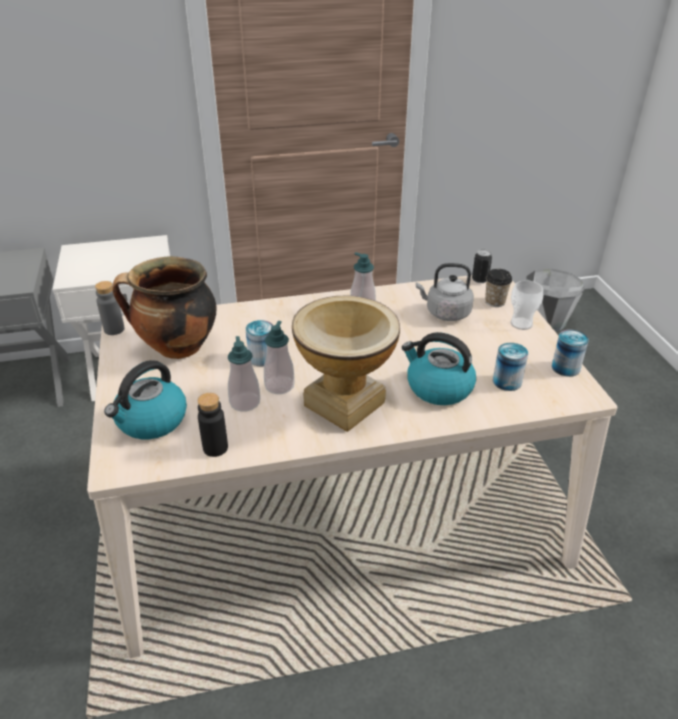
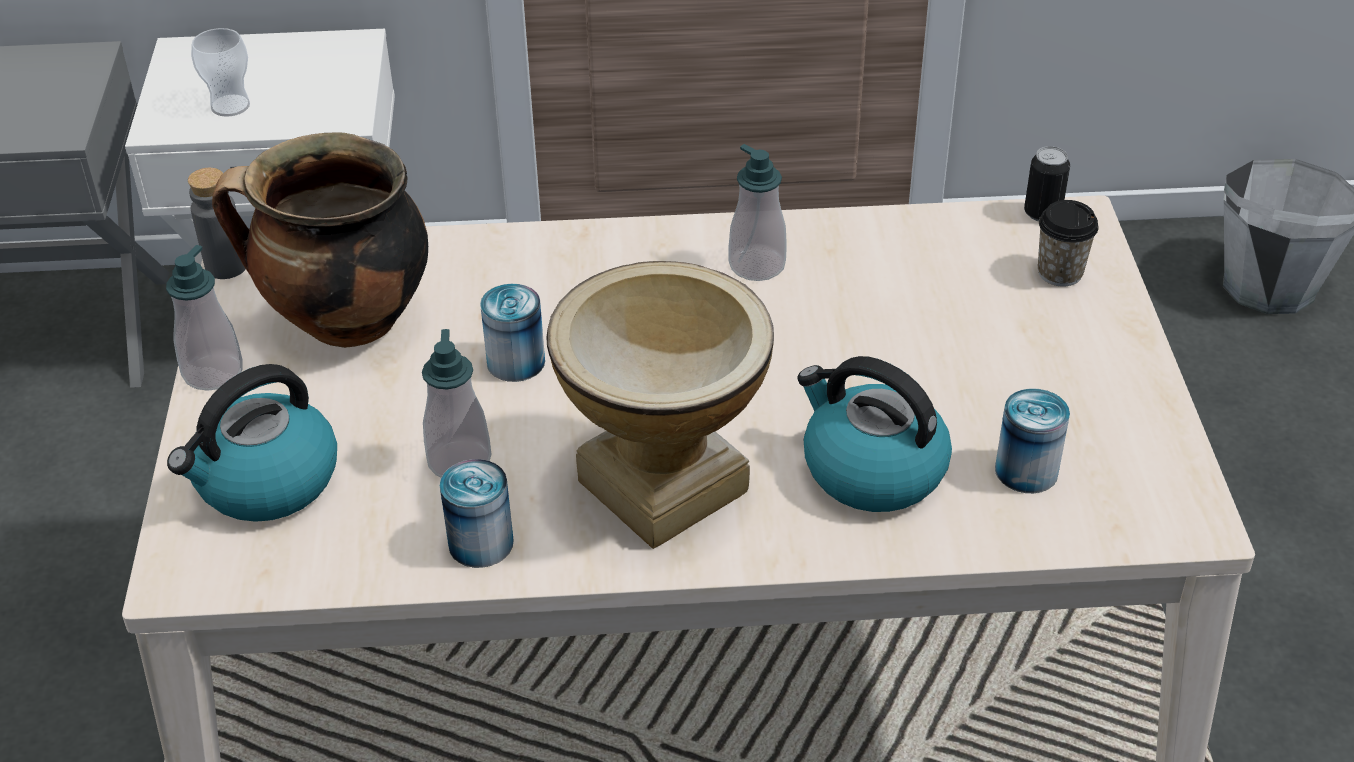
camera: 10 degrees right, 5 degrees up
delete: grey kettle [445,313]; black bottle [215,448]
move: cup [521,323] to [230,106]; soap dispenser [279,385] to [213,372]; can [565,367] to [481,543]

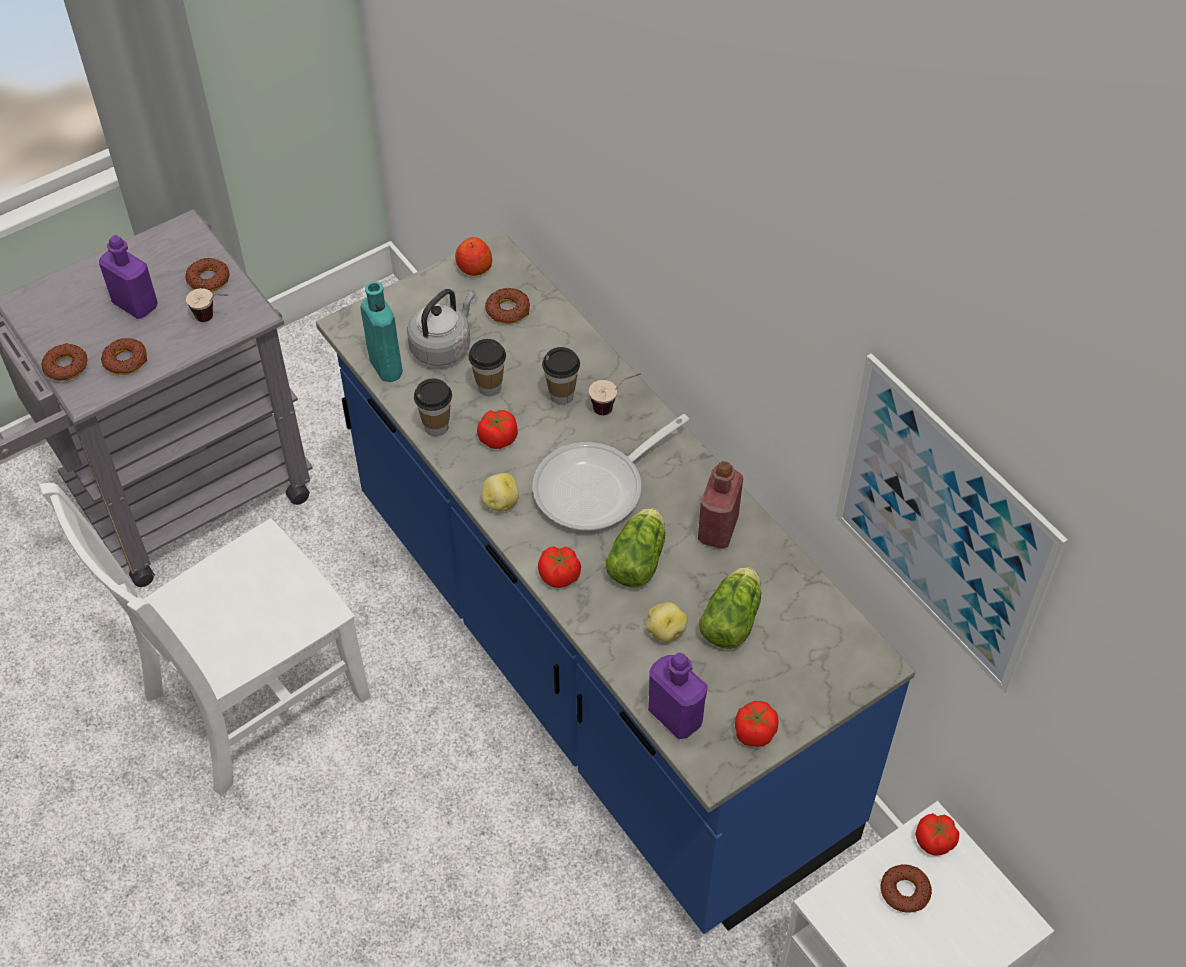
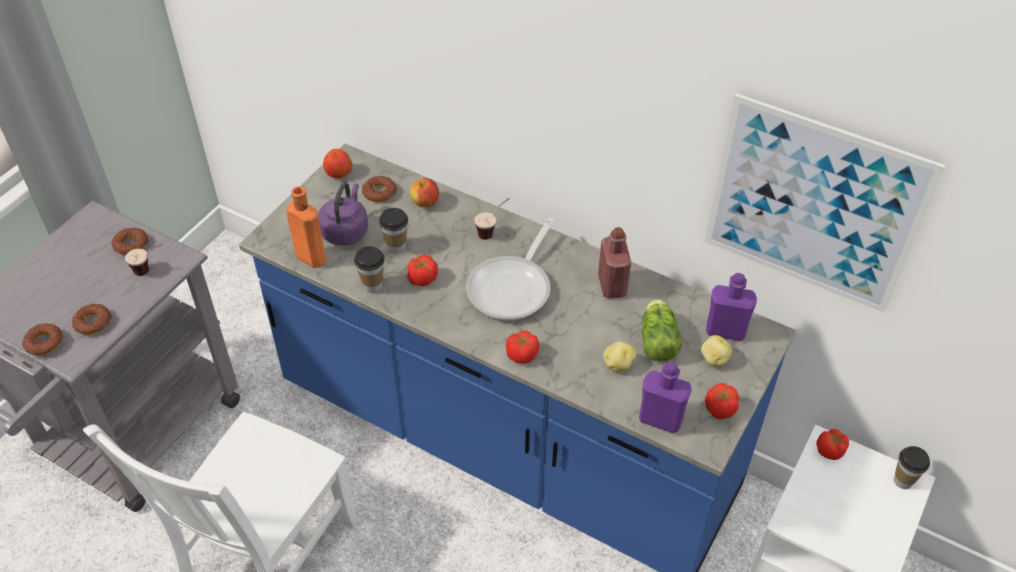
camera: 25 degrees left, 5 degrees down
delete: lettuce [639,558]; donut [905,891]
insert: apple [425,203]
move: purple bottle [135,304] to [725,331]; cup [561,395] to [903,481]; potato [500,502] to [713,359]
recolor: turquoise bottle [384,365] to orange bottle [309,257]; grey kettle [443,346] to purple kettle [345,230]

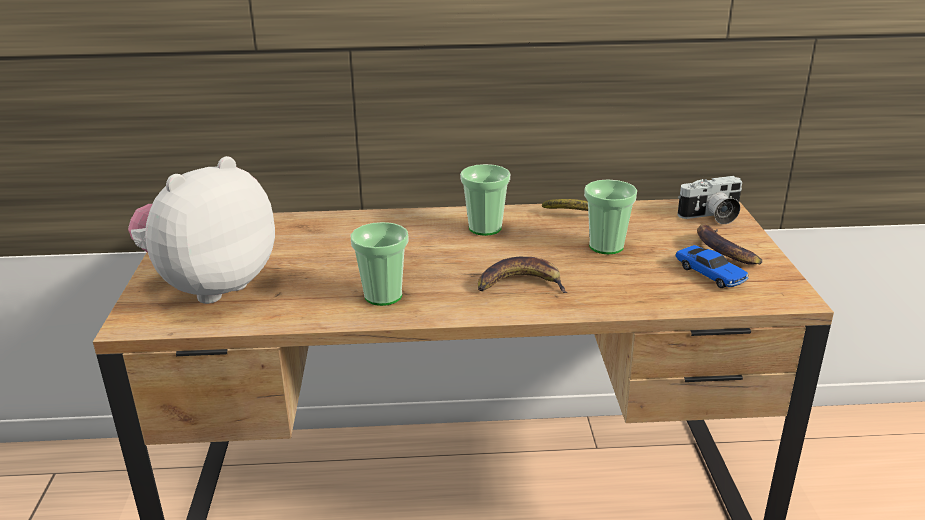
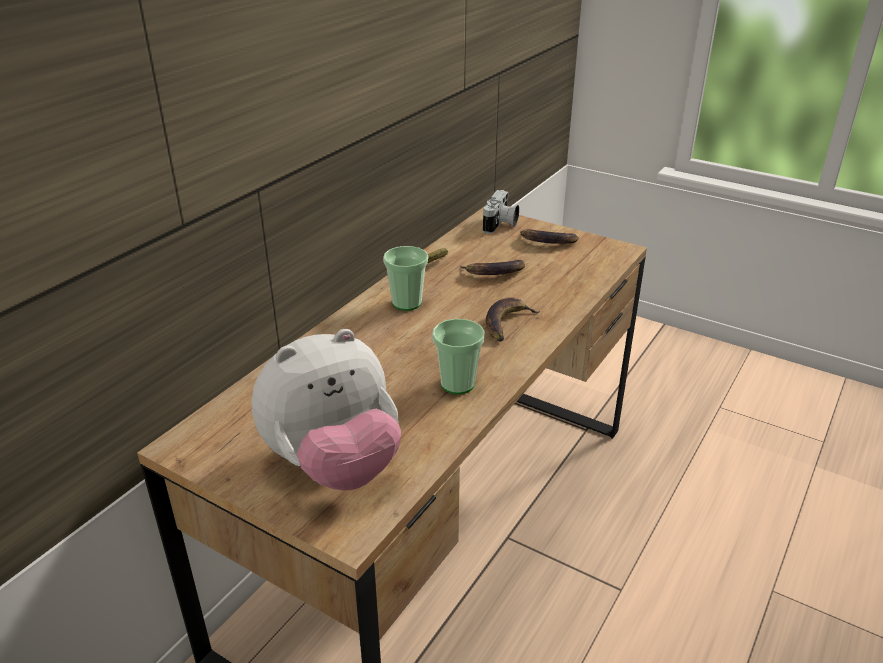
camera: 55 degrees left, 5 degrees up
delete: toy car [710,274]
replace: cup [606,246] to banana [494,273]
rotate: plush toy [211,286] = [334,466] 105 degrees counterclockwise

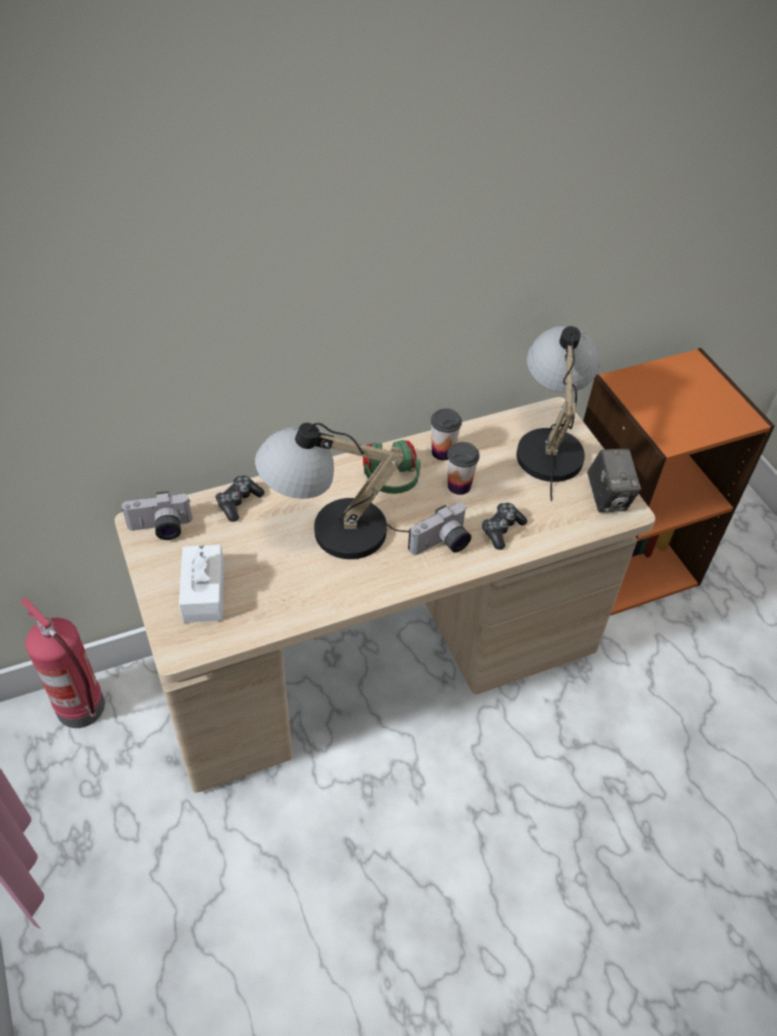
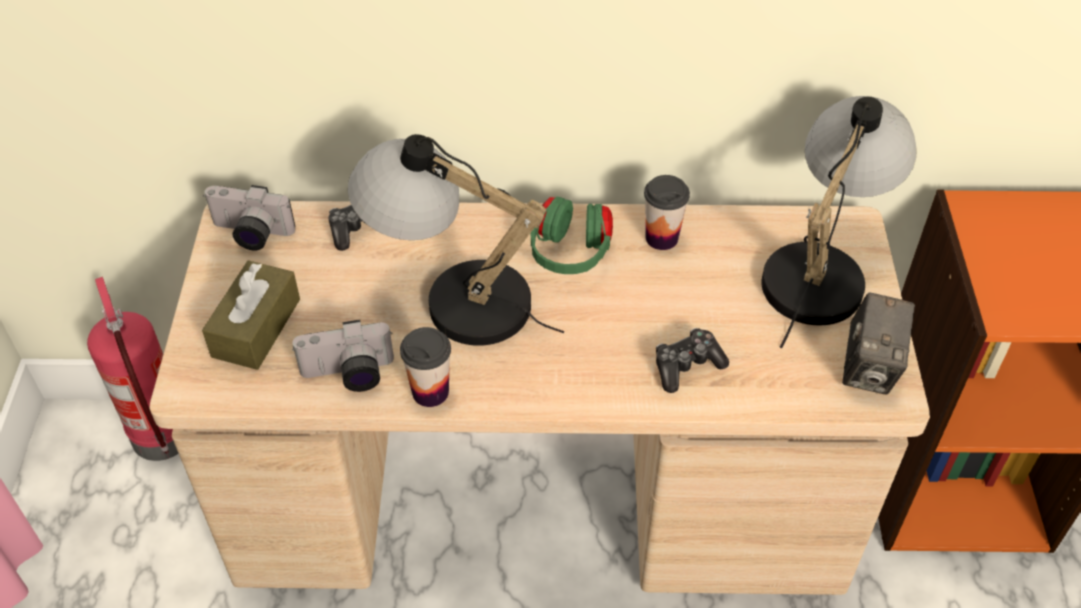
camera: 25 degrees right, 0 degrees up
move: cup [459,486] to [430,392]; photo camera [442,545] to [348,375]
recolor: white tissue box [204,592] to brown tissue box [256,327]

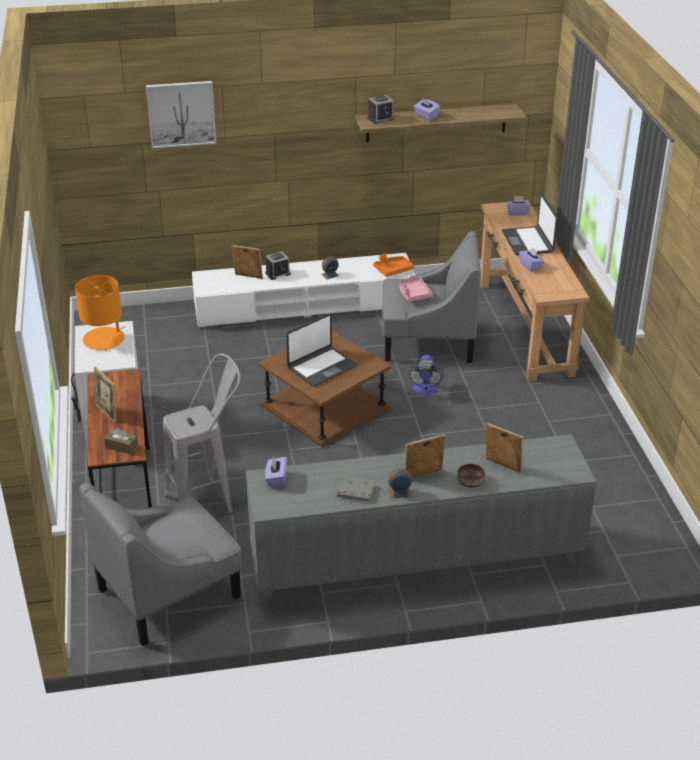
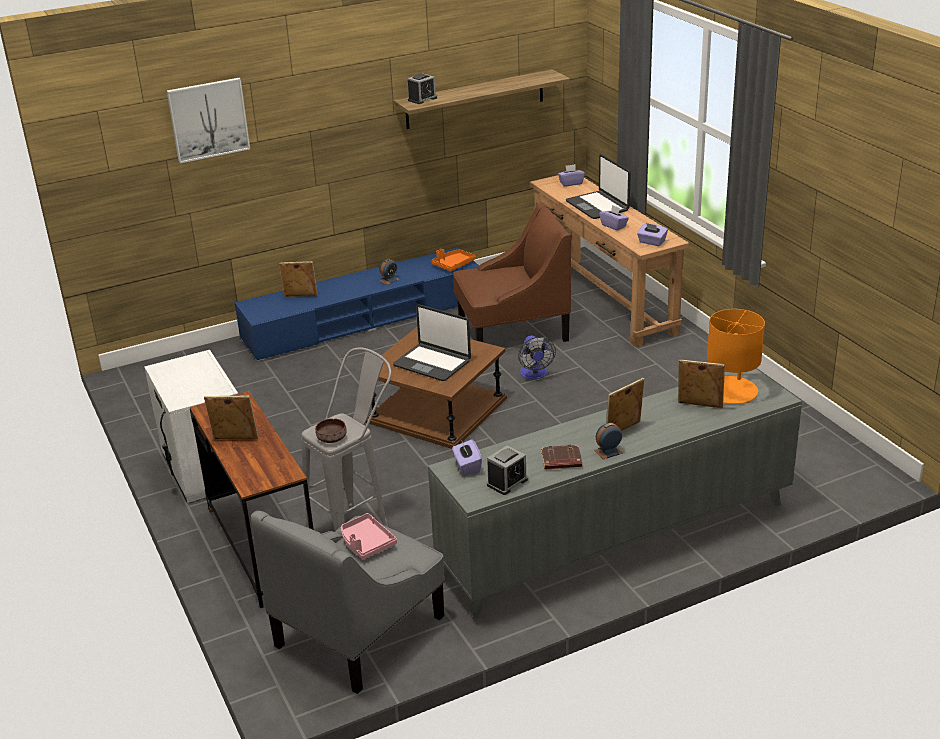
camera: 15 degrees left, 5 degrees down
delete: brown tissue box [121,446]
move: purple tissue box [426,116] to [651,242]; alarm clock [278,274] to [507,482]; orange table lamp [104,339] to [731,391]; pink tray [414,294] to [366,543]; brown bowl [470,482] to [331,438]
recolor: grey armchair [428,341] to brown armchair [512,330]; white tv stand [305,305] to blue tv stand [364,320]; grey book [355,492] to brown book [561,461]
rotate: laptop [321,367] = [432,363] 90 degrees clockwise; picture frame [107,412] = [235,440] 150 degrees clockwise

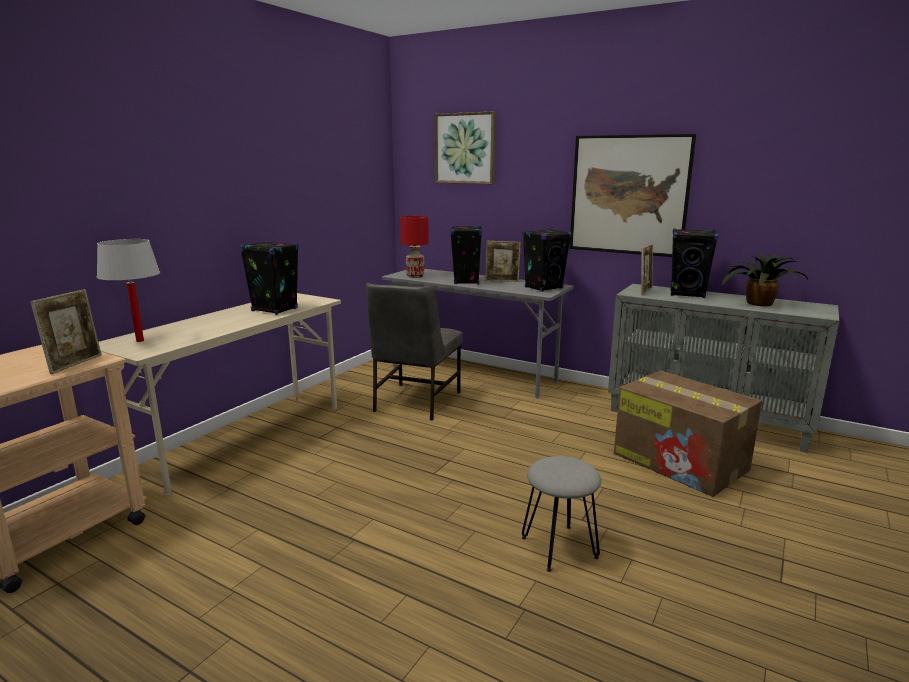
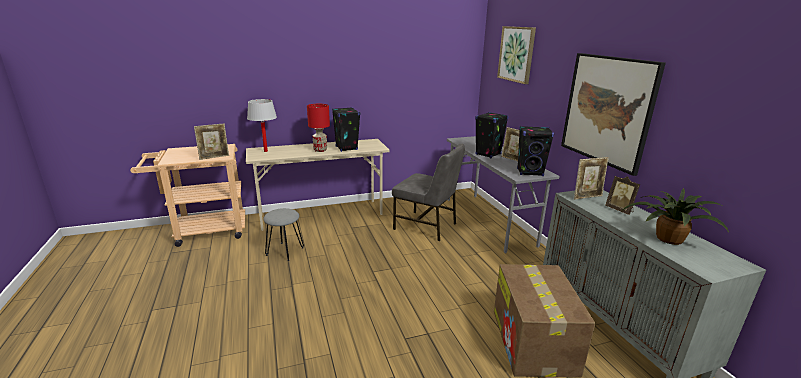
camera: 40 degrees right, 5 degrees up
move: red table lamp [415,276] to [320,150]; grey stool [559,548] to [284,251]
replace: black speaker [687,294] to picture frame [620,210]
rotate: grey chair [415,402] = [426,226] 120 degrees counterclockwise

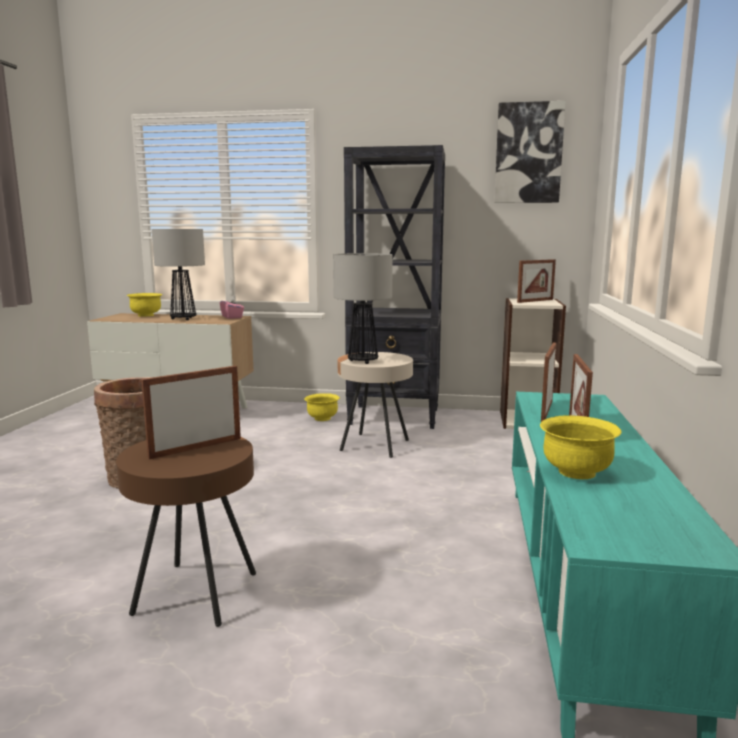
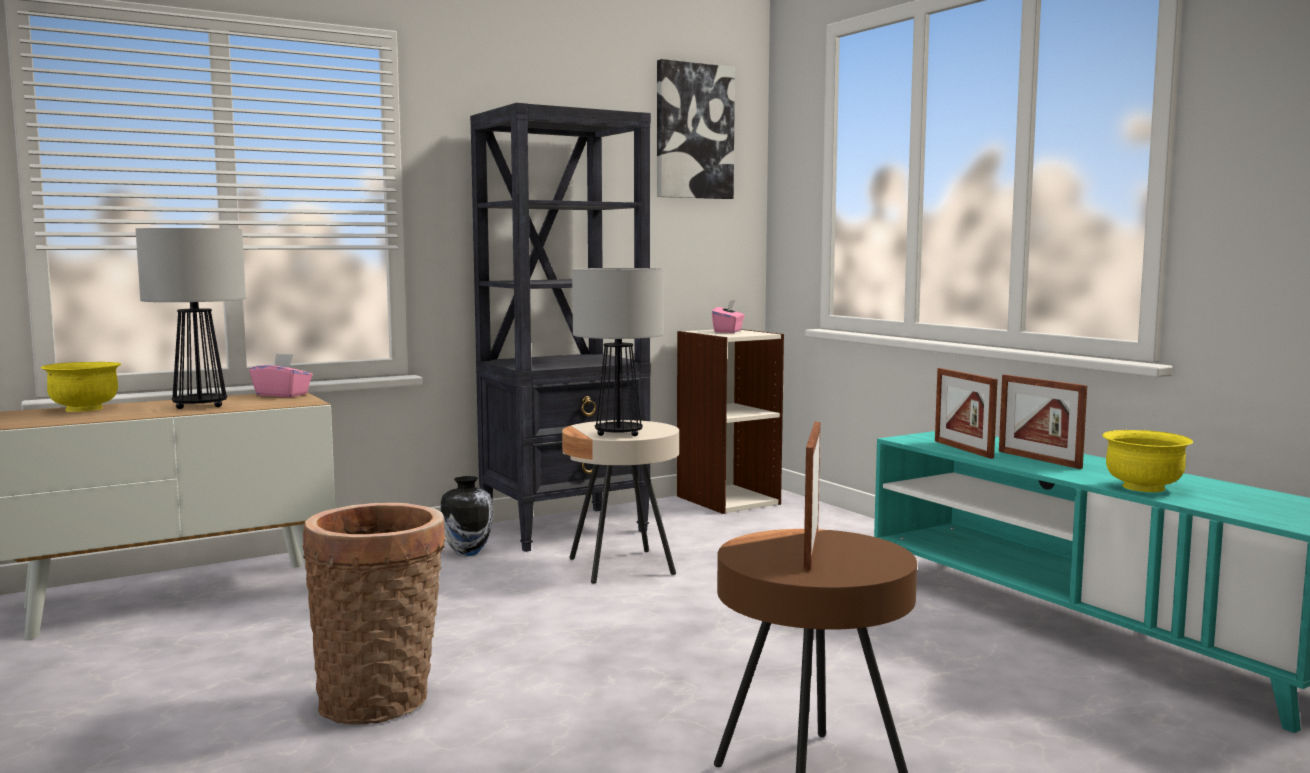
camera: 40 degrees left, 5 degrees down
replace: picture frame [535,301] to pink tissue box [728,331]; yellow bowl [322,418] to vase [468,552]

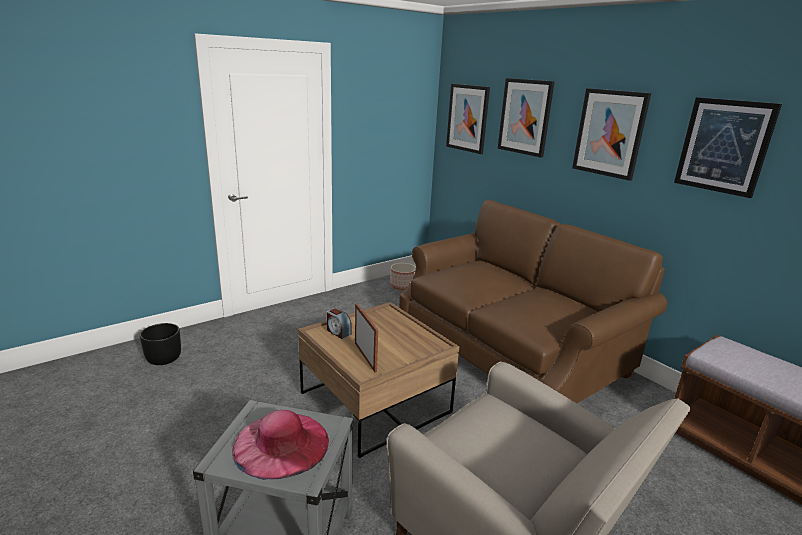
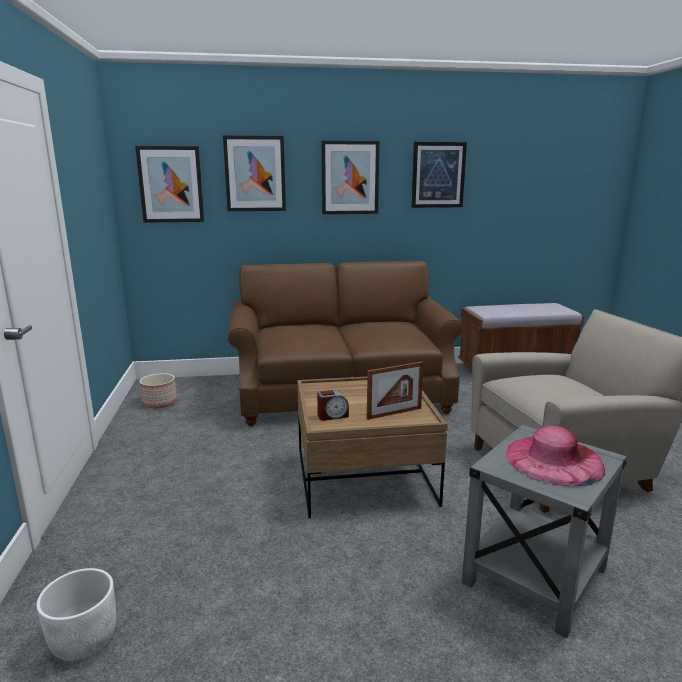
camera: 60 degrees left, 5 degrees down
recolor: black planter [164,359] to white planter [84,640]
rotate: picture frame [365,357] = [394,413] 150 degrees clockwise

